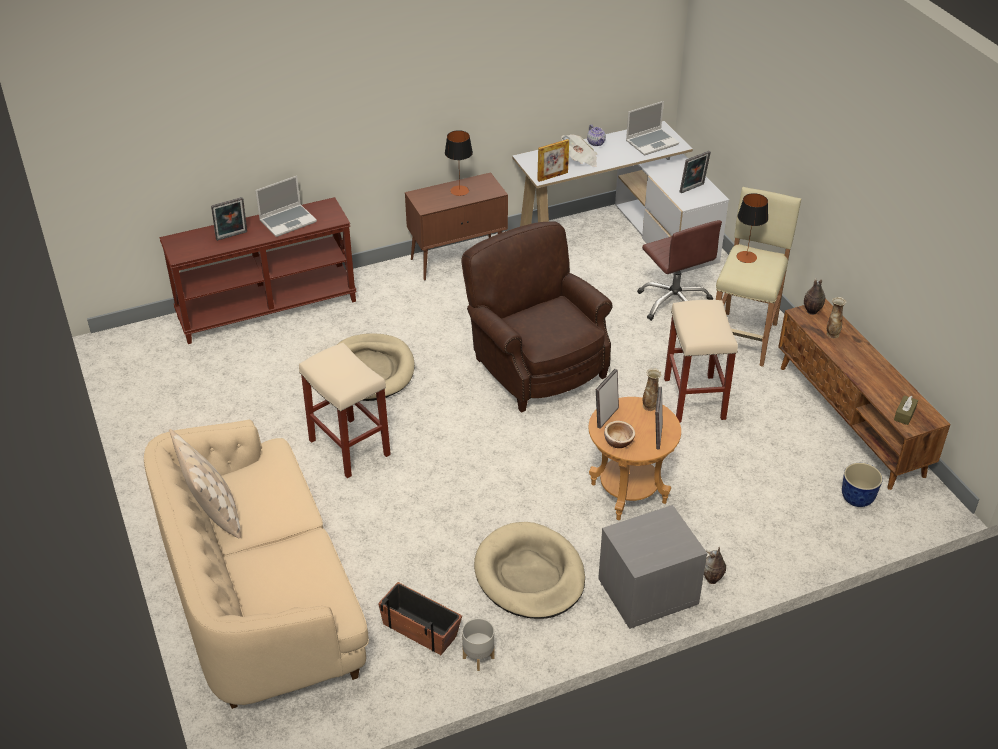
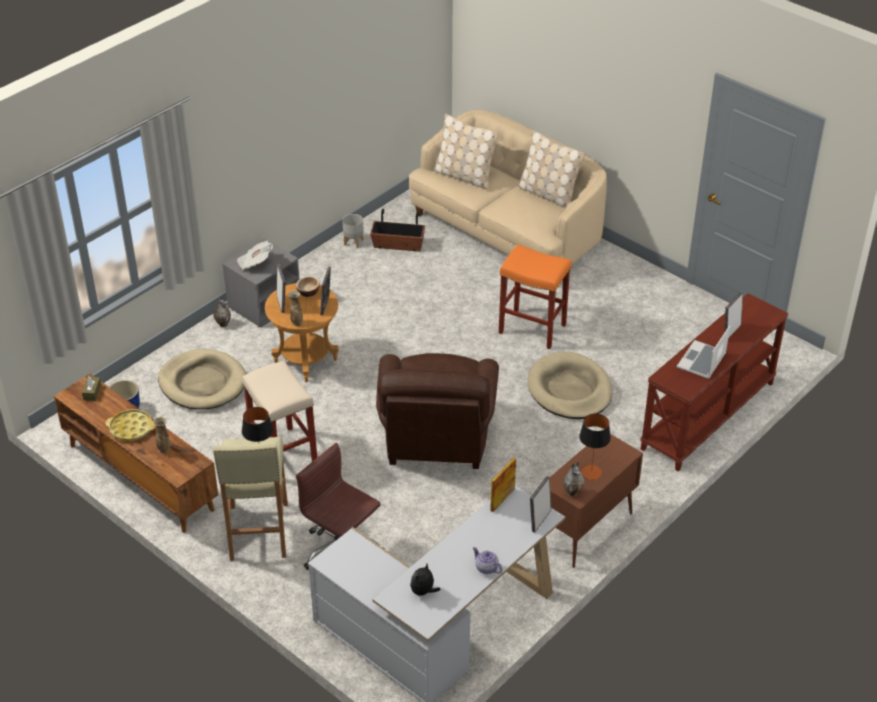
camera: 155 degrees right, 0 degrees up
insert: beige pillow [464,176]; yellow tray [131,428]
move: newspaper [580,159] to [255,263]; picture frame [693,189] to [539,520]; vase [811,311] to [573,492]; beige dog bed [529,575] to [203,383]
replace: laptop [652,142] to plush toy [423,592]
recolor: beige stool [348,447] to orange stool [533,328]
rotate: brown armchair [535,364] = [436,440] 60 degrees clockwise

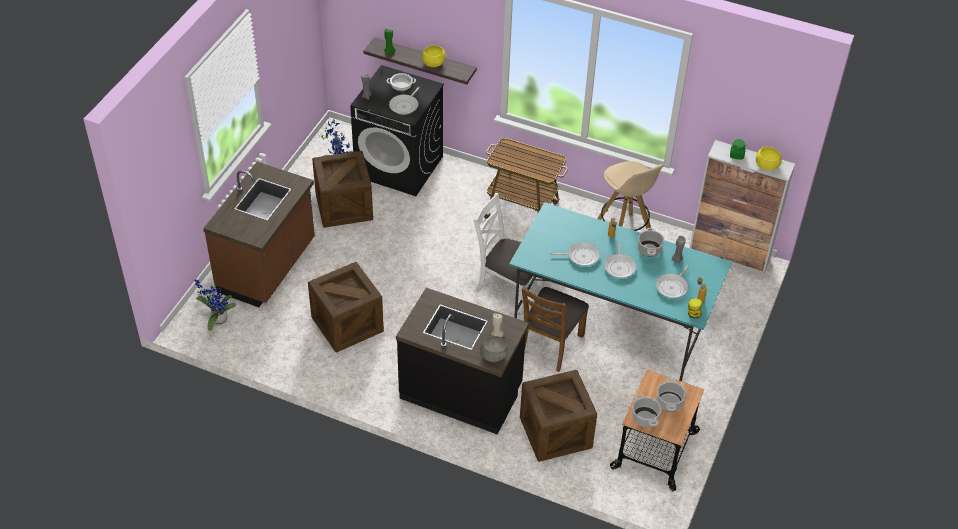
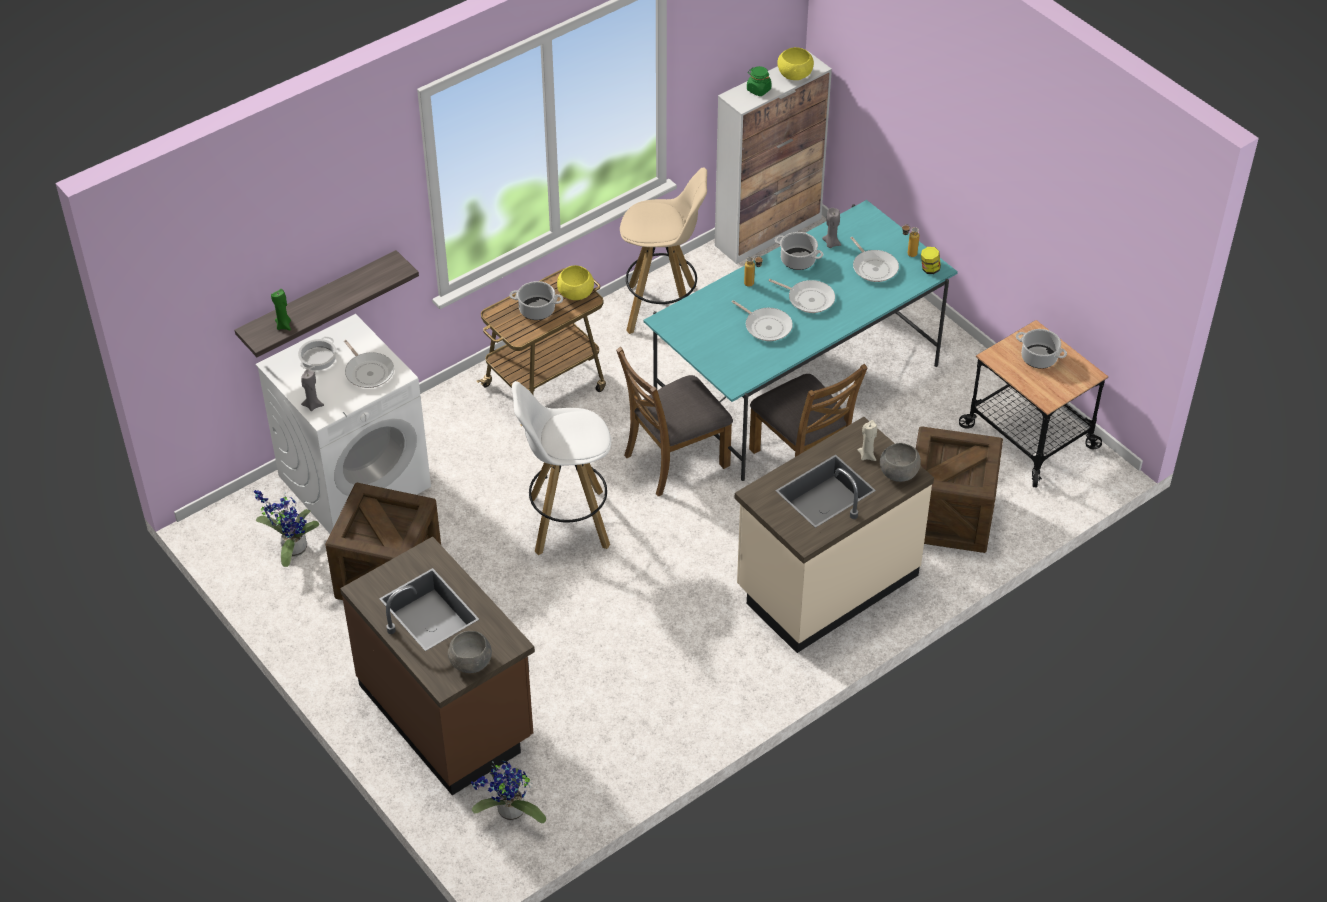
camera: 60 degrees left, 0 degrees up
delete: crate [347,324]
insert: white stool [567,522]; grey bowl [471,662]
move: yellow bowl [433,63] to [575,293]; cooking pot [645,418] to [537,310]
recolor: black washing machine [400,166] to white washing machine [355,480]; white chair [508,287] to brown chair [675,460]; black counter [461,392] to beige counter [826,583]
rotate: frying pan [581,256] = [766,326] 105 degrees clockwise

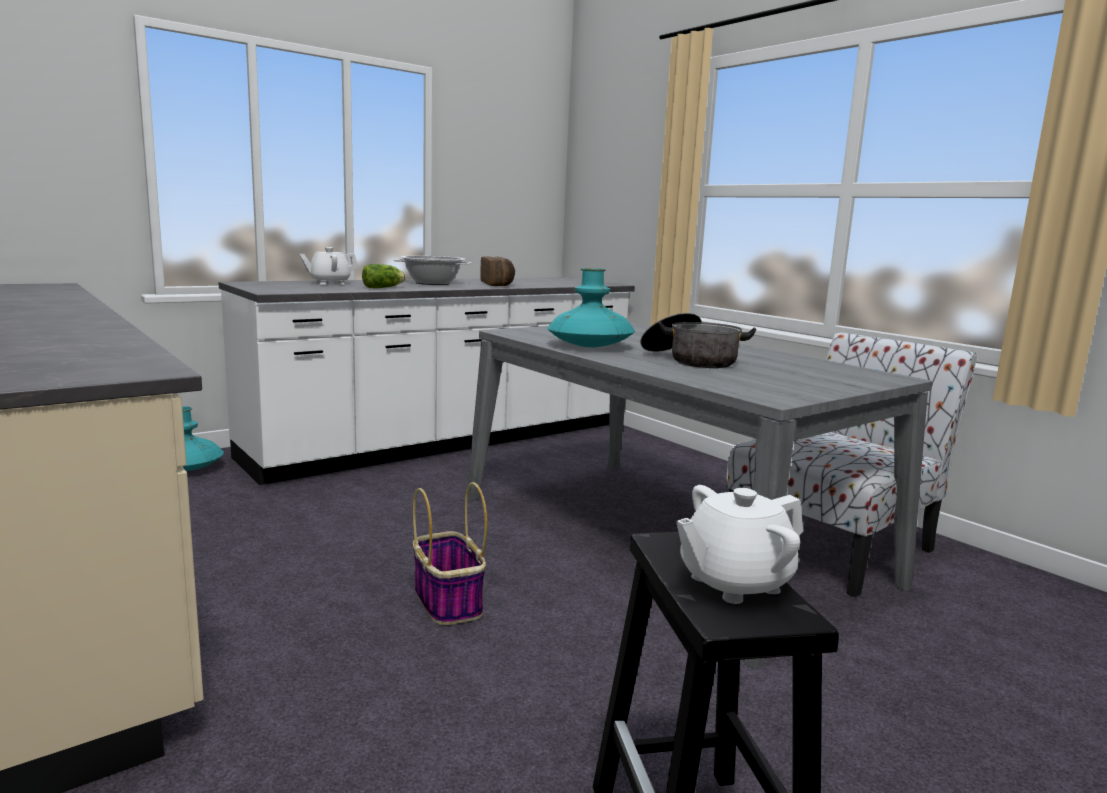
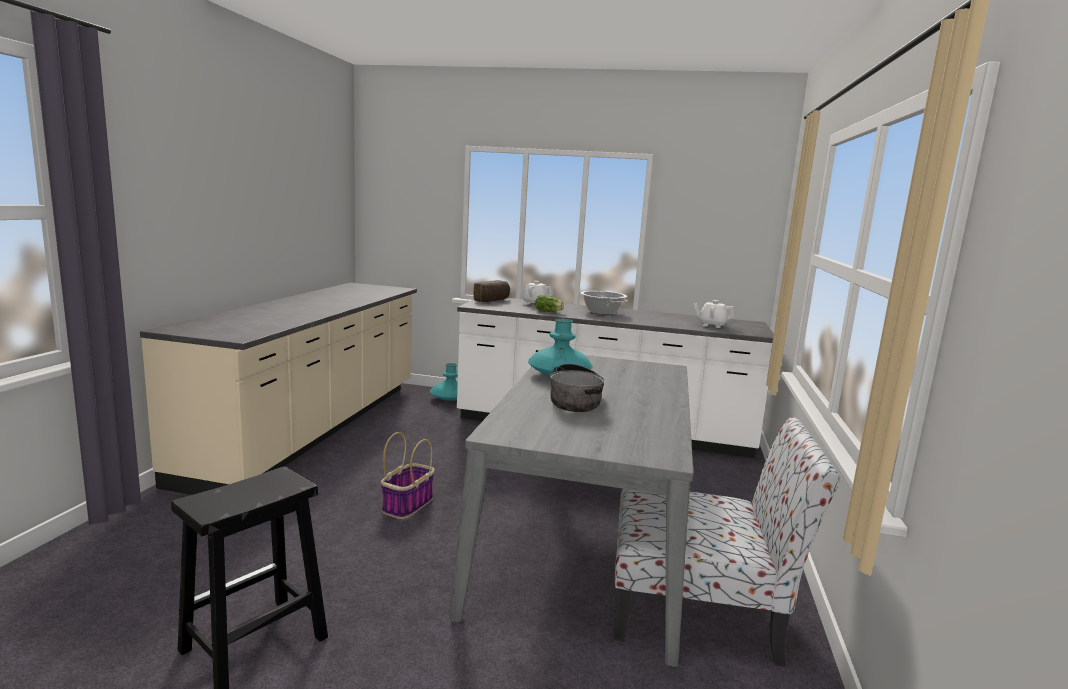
camera: 50 degrees right, 0 degrees up
move: bread [498,284] to [493,300]; white teapot [734,583] to [712,325]

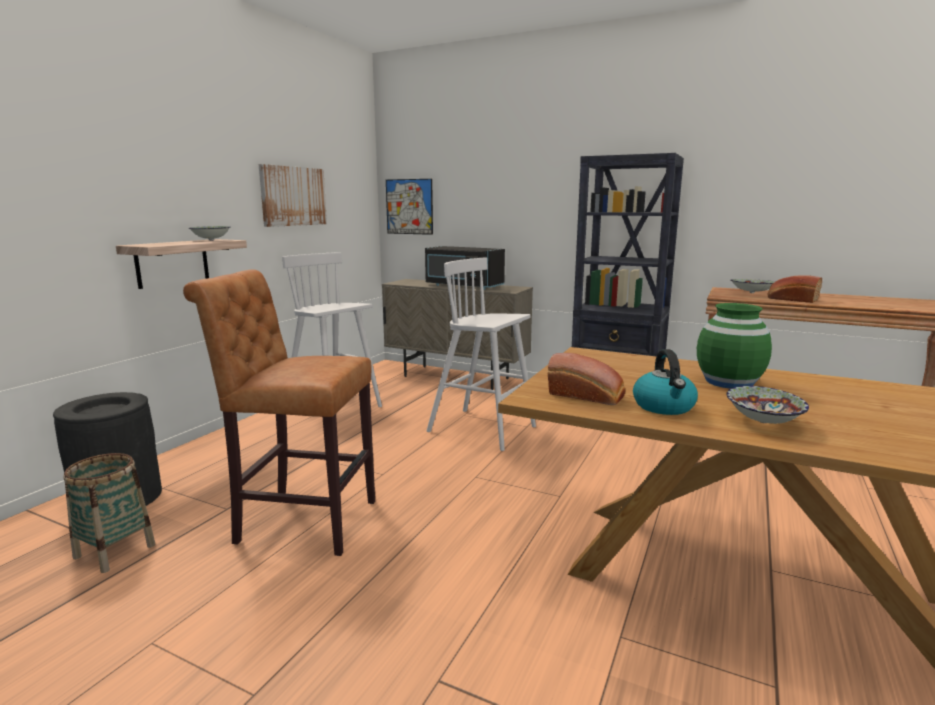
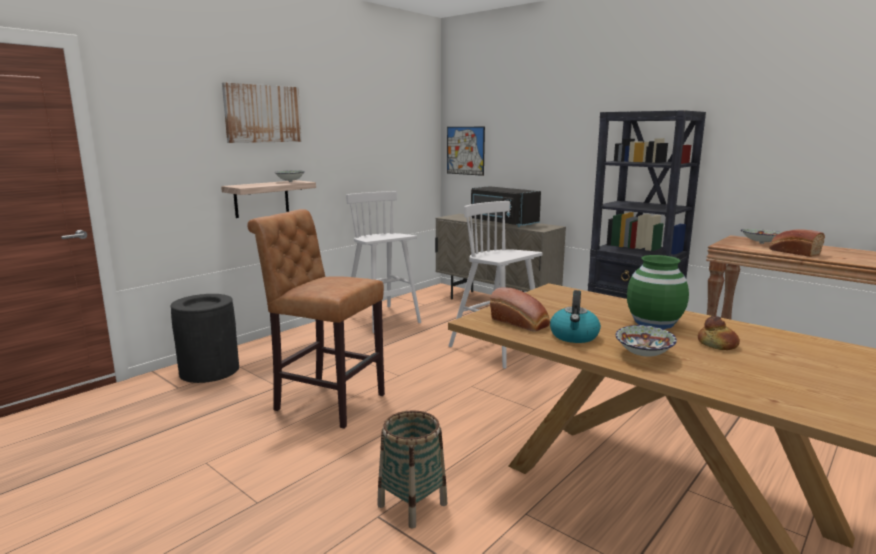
camera: 15 degrees right, 0 degrees up
insert: bread [717,344]
move: picture [293,196] to [263,114]; basket [115,551] to [412,504]

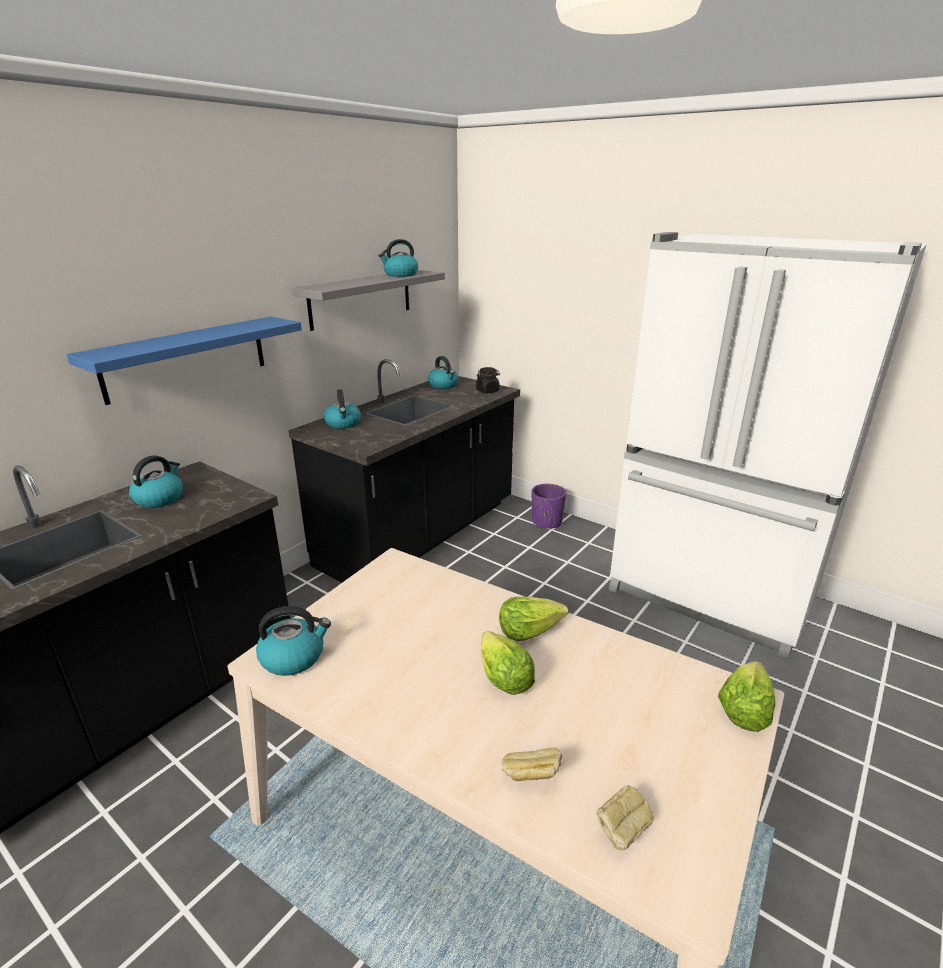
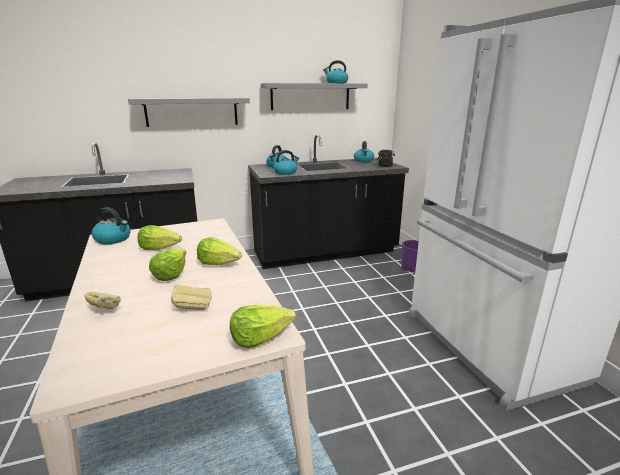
camera: 35 degrees right, 5 degrees down
insert: lettuce [160,248]
move: kettle [159,498] to [286,172]; bread [622,832] to [193,308]
recolor: blue shelf [186,358] to grey shelf [192,112]

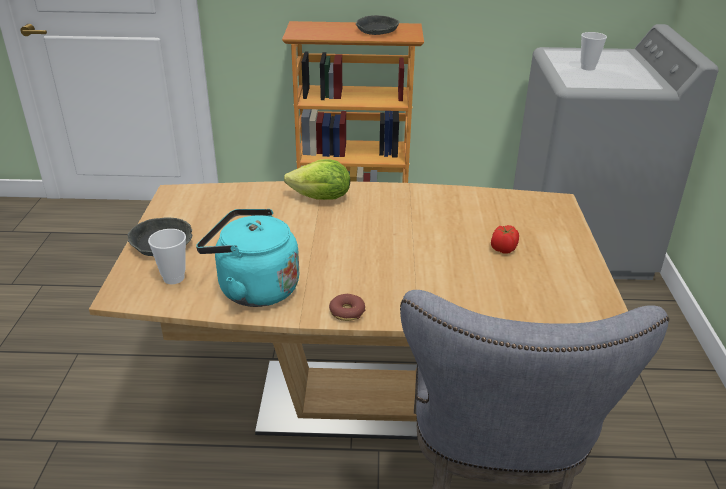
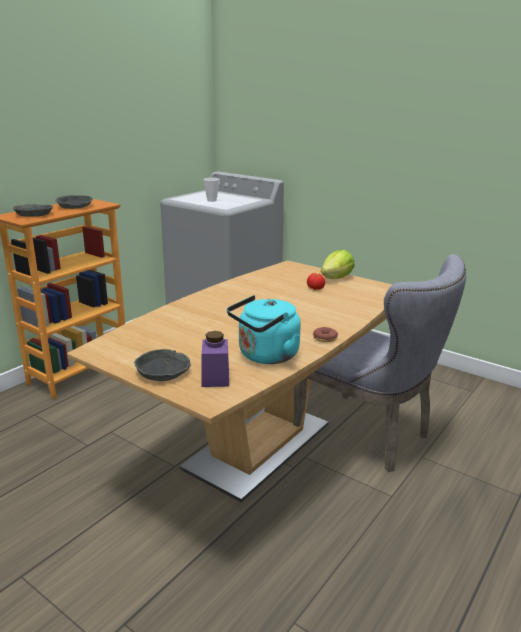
camera: 55 degrees left, 10 degrees down
insert: grey bowl [34,214]
move: lettuce [321,198] to [337,278]
replace: cup [174,278] to purple jar [215,378]

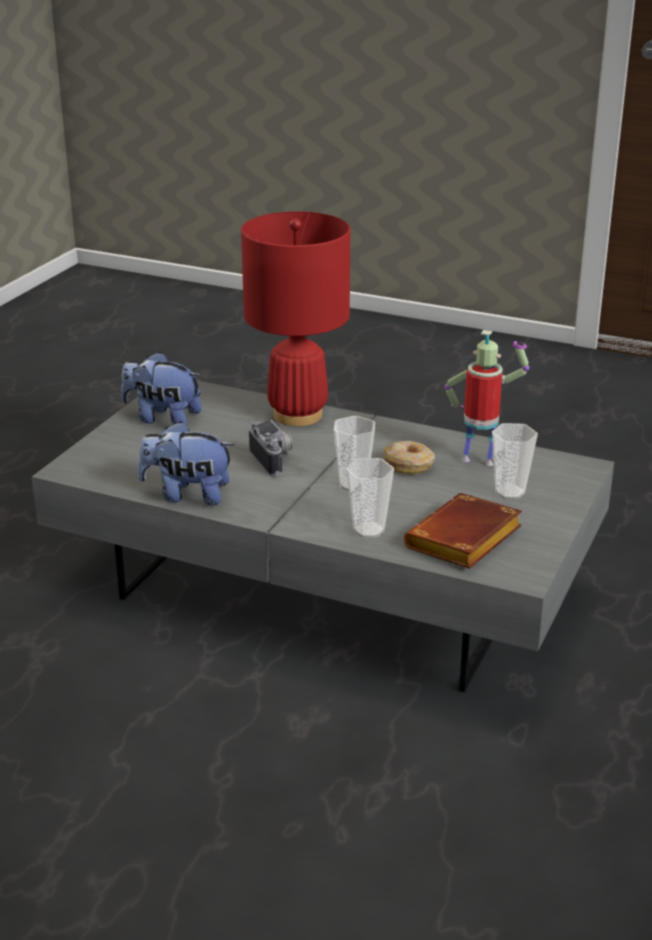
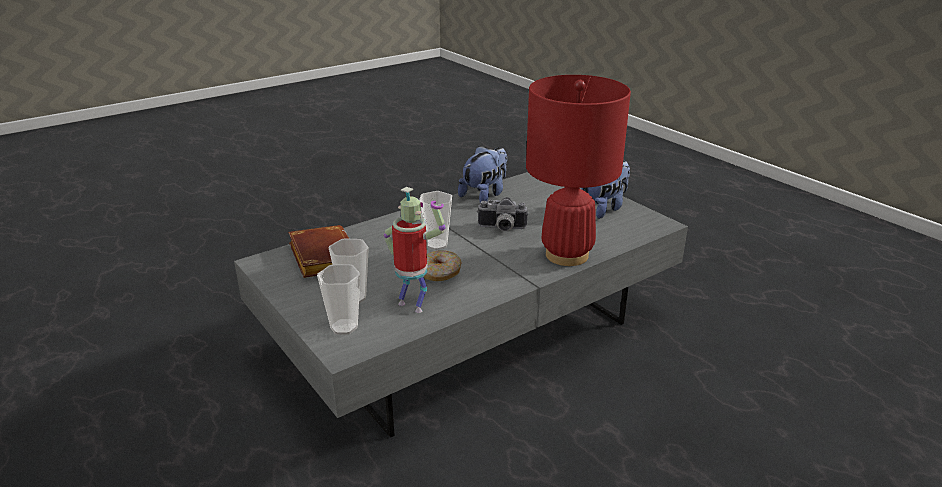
camera: 120 degrees right, 0 degrees up
move: cup [368,530] to [344,327]
rotate: toy robot [479,460] = [413,305] 105 degrees counterclockwise

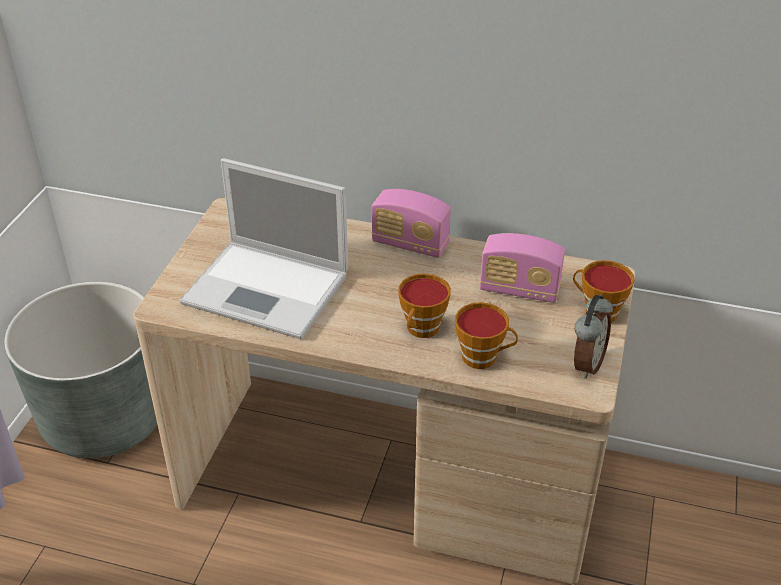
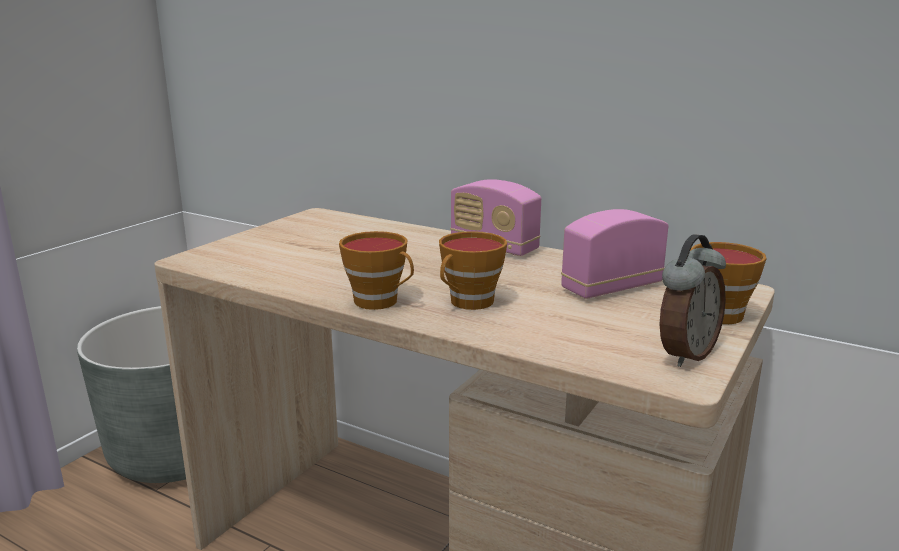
camera: 15 degrees right, 20 degrees down
delete: laptop [269,289]
move: cup [483,357] to [381,302]
rotate: radio [519,290] = [611,287] 120 degrees clockwise

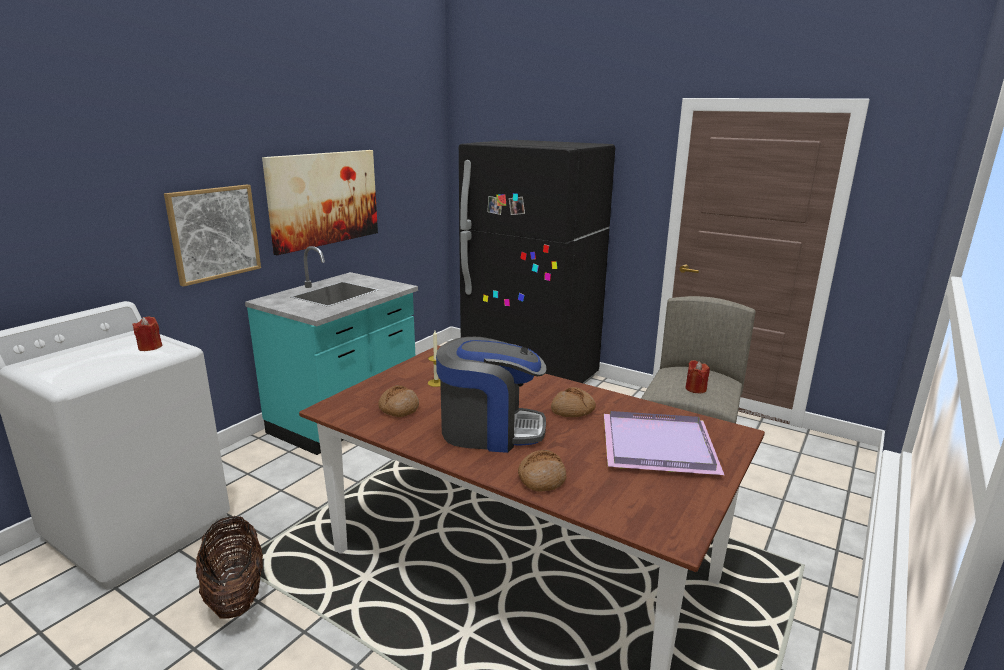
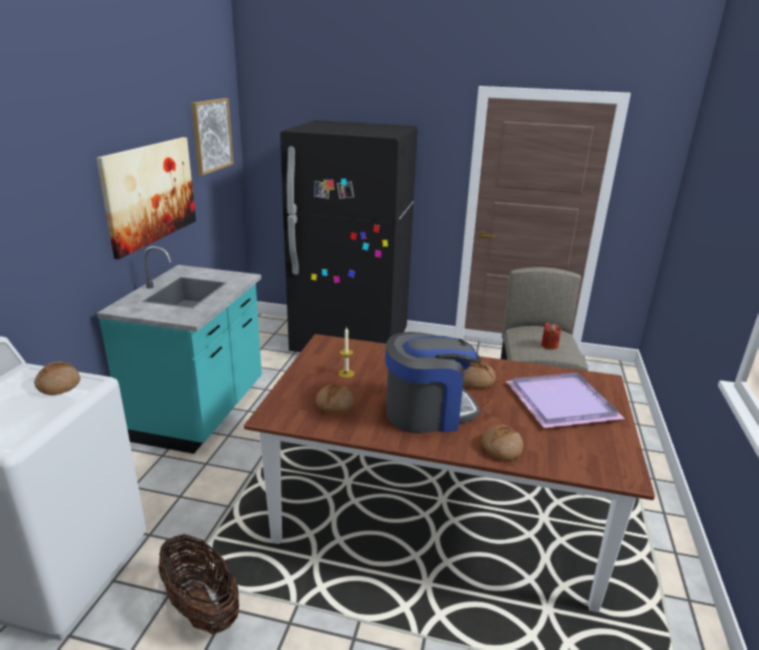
camera: 20 degrees left, 5 degrees up
move: picture [214,233] to [211,135]
replace: red candle [150,347] to bread [58,385]

